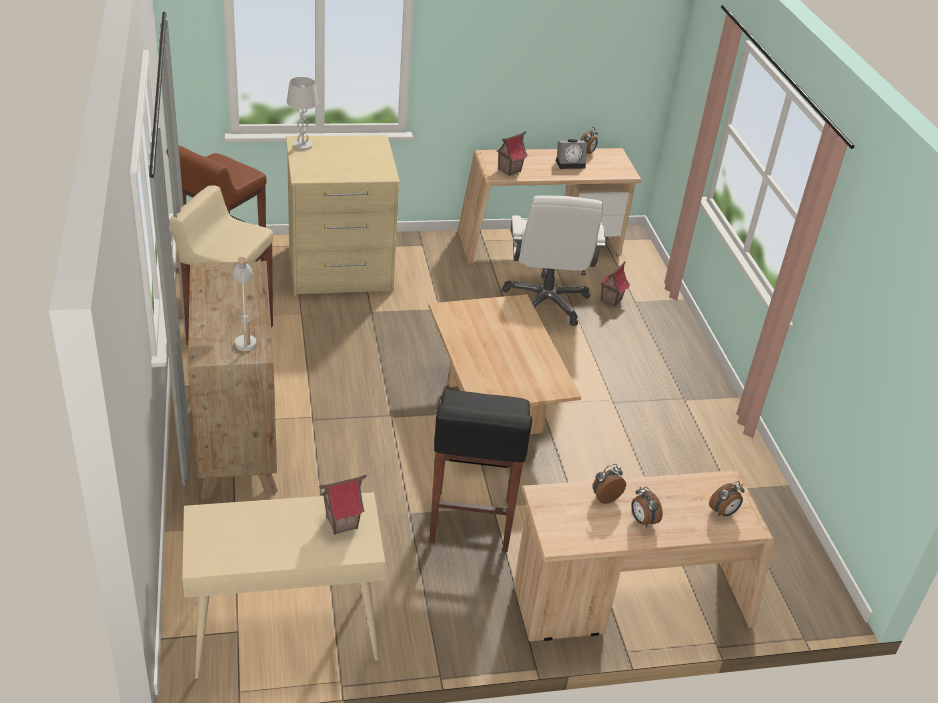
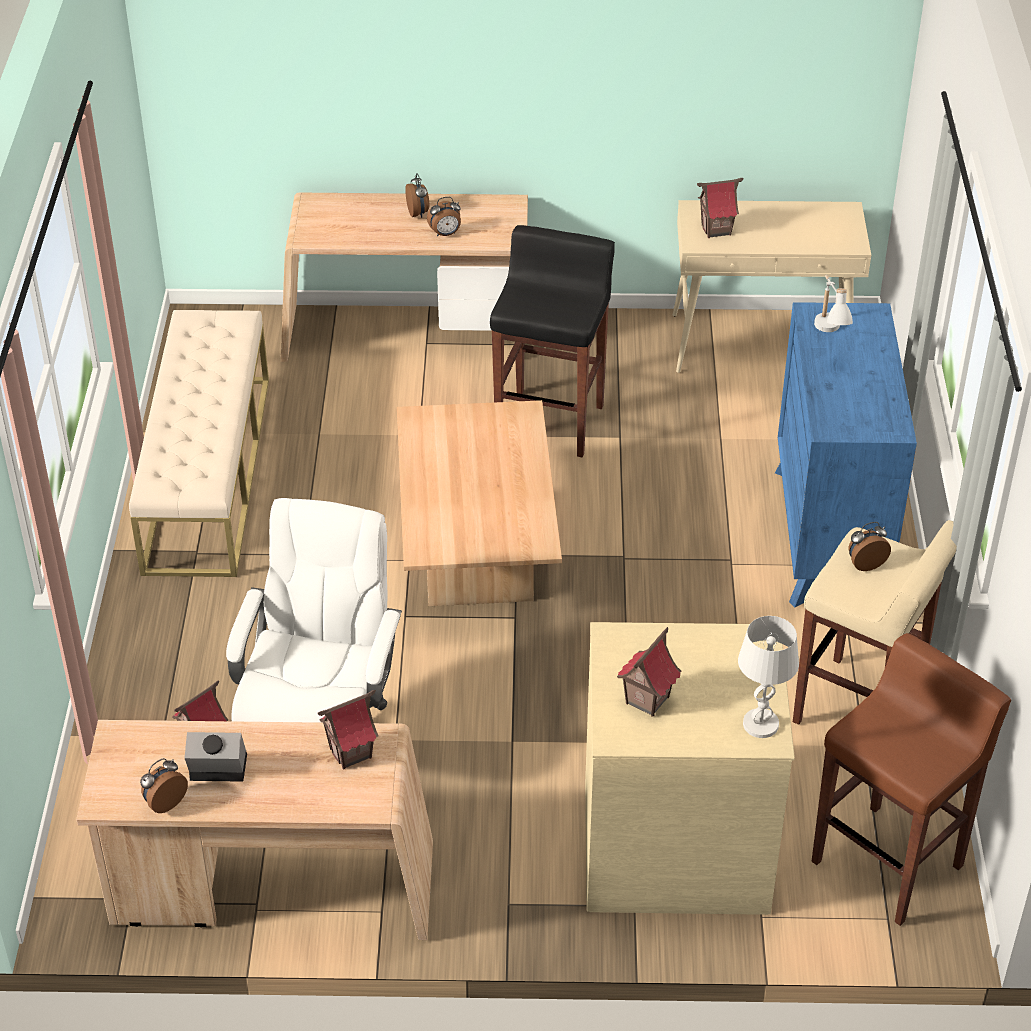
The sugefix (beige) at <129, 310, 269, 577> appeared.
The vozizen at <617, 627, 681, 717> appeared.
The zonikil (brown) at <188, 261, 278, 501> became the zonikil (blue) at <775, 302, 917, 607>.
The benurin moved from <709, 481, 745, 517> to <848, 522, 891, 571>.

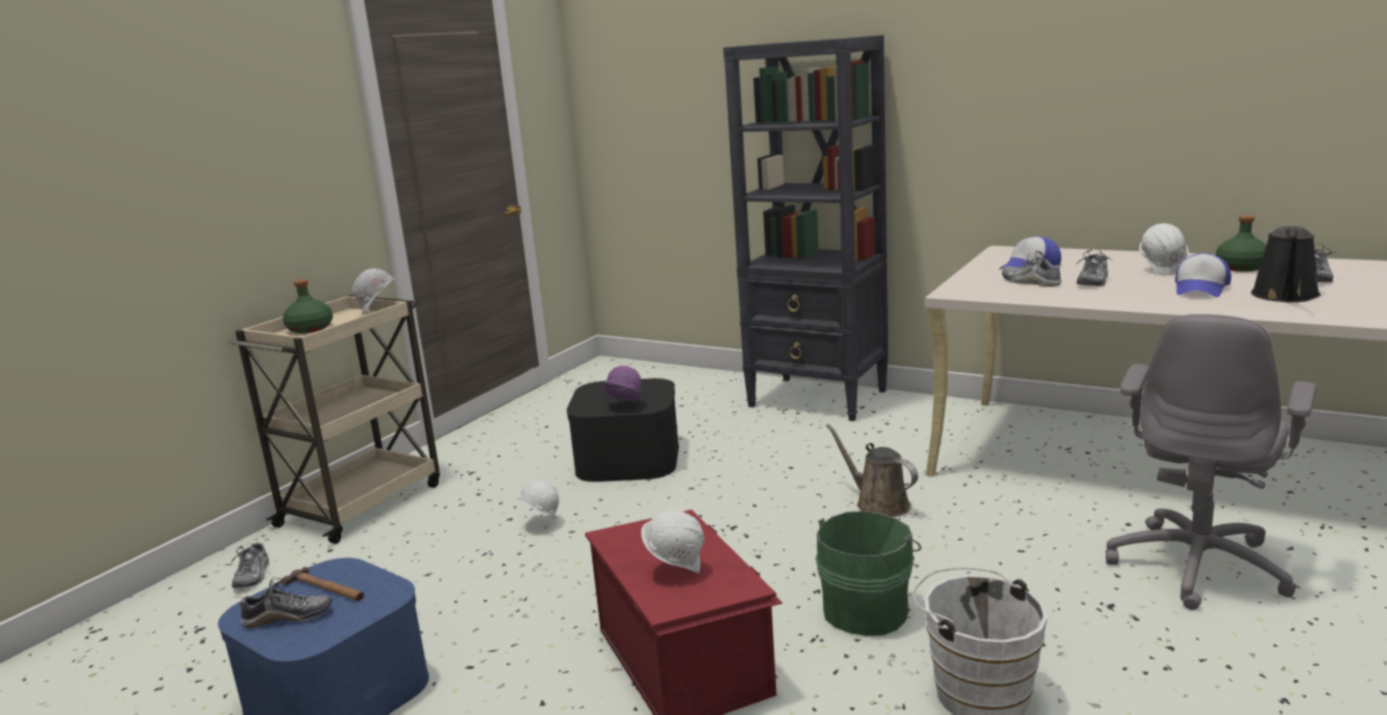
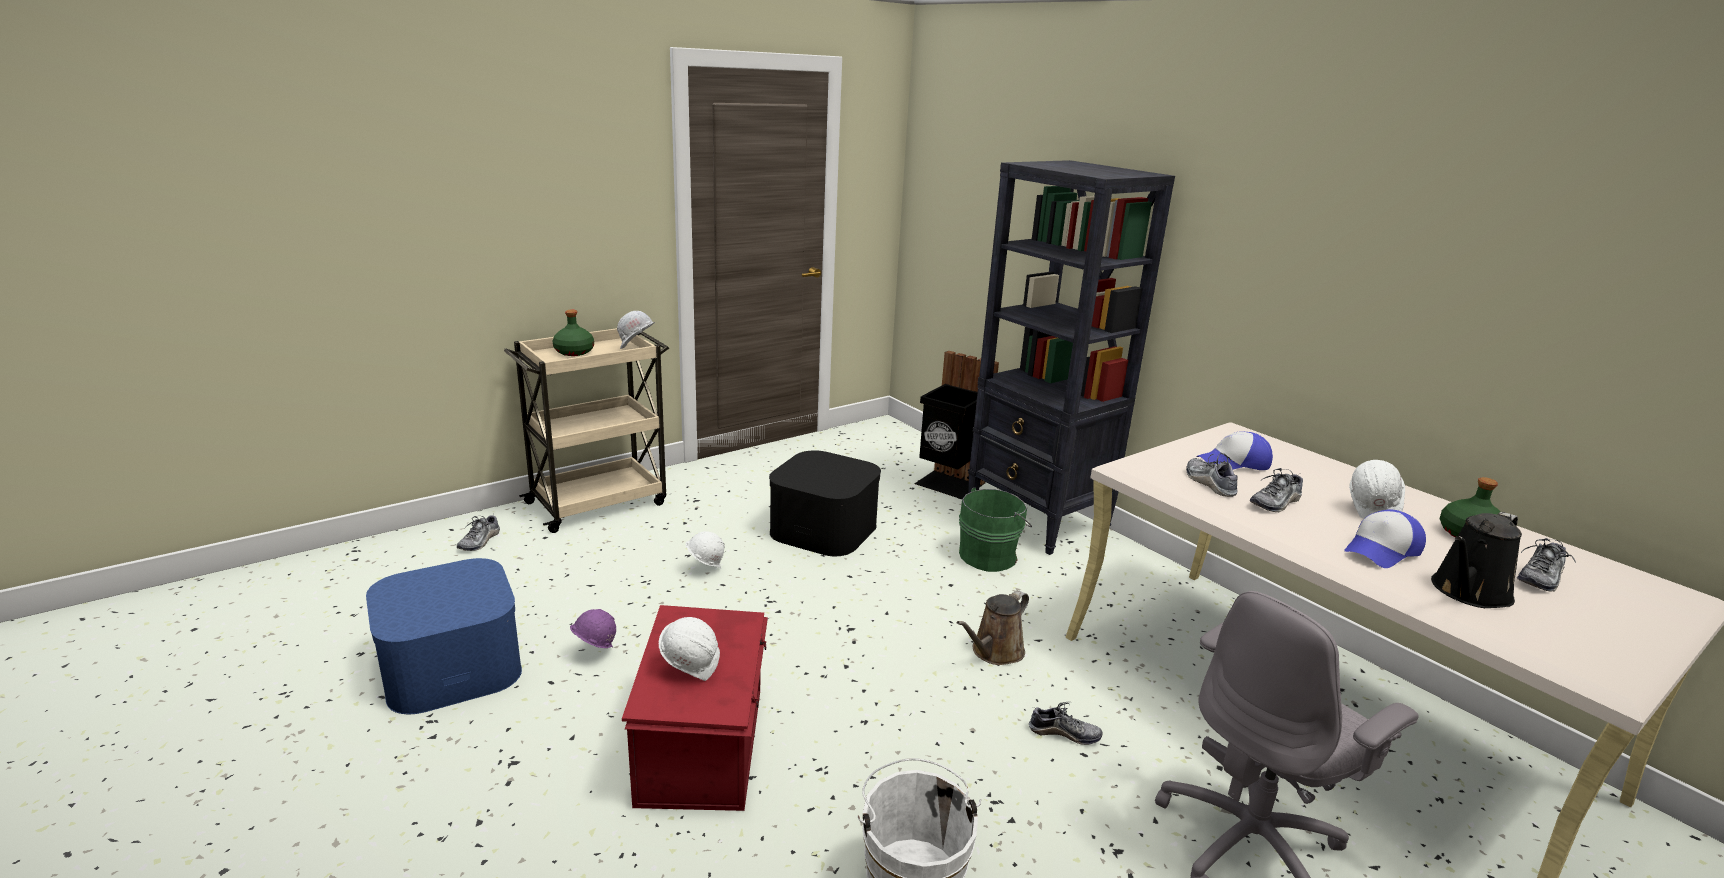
The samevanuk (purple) moved from <603, 366, 641, 402> to <570, 609, 616, 648>.
The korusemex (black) at <914, 351, 999, 499> appeared.
The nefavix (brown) at <826, 424, 918, 517> turned 120 degrees counterclockwise.
The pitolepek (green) moved from <816, 511, 921, 636> to <959, 488, 1032, 572>.
The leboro moved from <240, 578, 332, 628> to <1029, 702, 1102, 745>.
The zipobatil at <281, 567, 364, 601> disappeared.

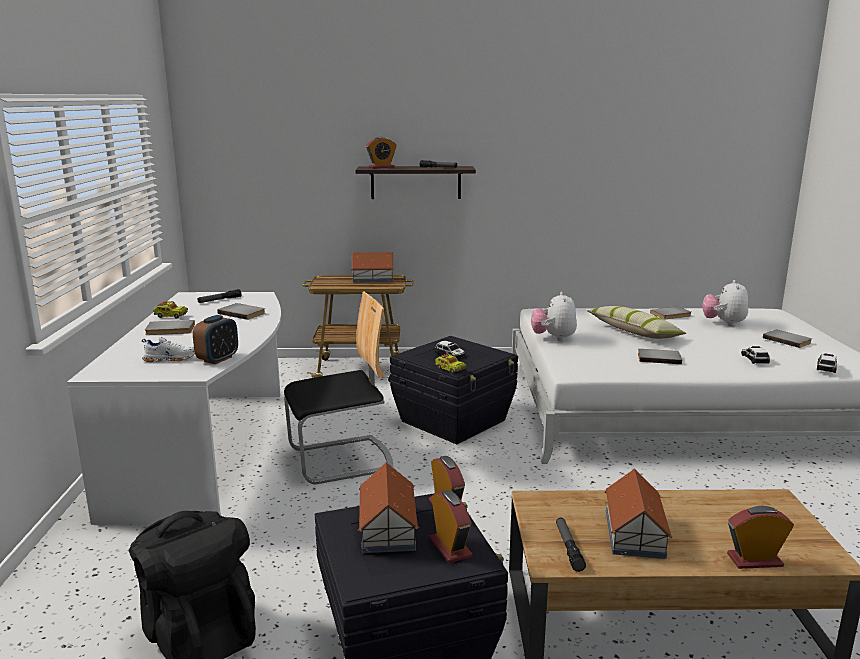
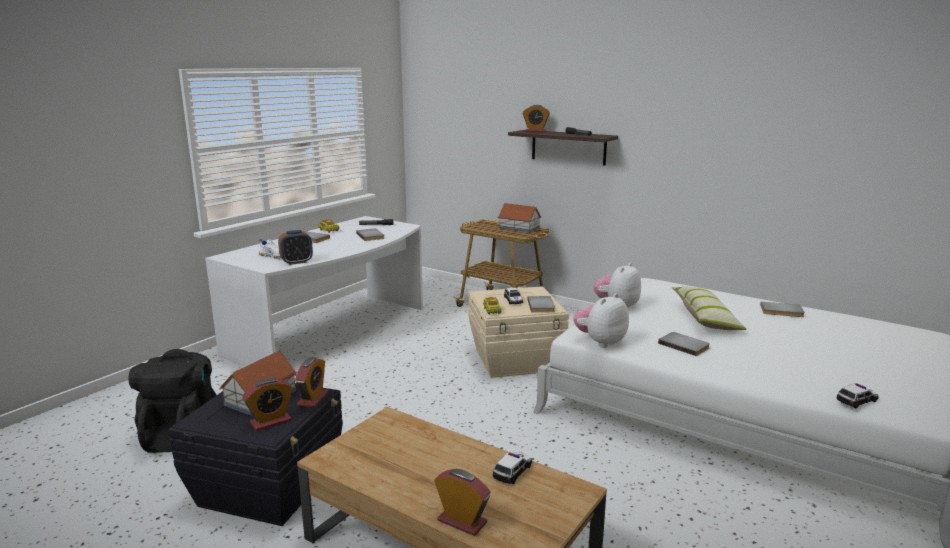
The benurin at <429, 490, 472, 563> turned 45 degrees clockwise.
The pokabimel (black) at <390, 336, 518, 444> became the pokabimel (beige) at <469, 286, 569, 378>.
The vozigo moved from <741, 346, 770, 364> to <493, 452, 532, 484>.
The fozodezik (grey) moved from <763, 330, 812, 348> to <527, 296, 555, 313>.
The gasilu moved from <702, 280, 748, 326> to <573, 293, 629, 348>.
The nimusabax at <284, 292, 394, 484> disappeared.
The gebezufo at <556, 518, 586, 572> disappeared.
The vozizen at <605, 469, 673, 559> disappeared.

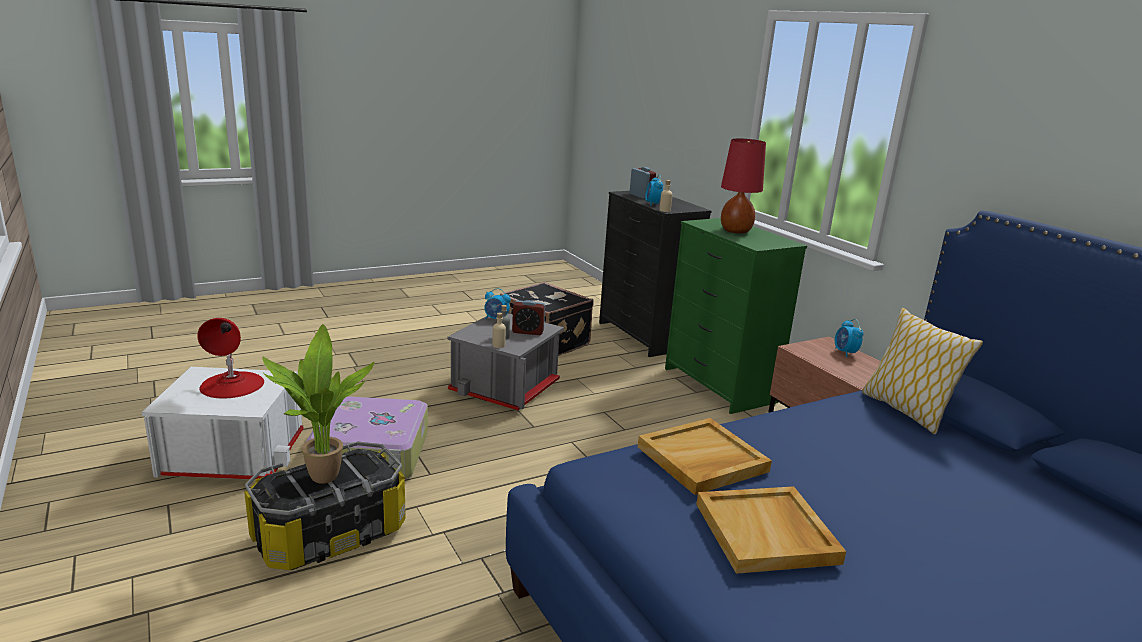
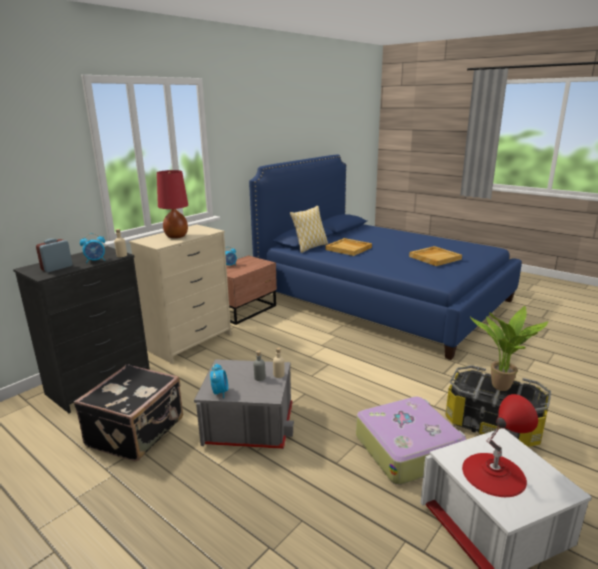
The zonikil (green) at <665, 218, 807, 414> became the zonikil (beige) at <129, 224, 231, 364>.
The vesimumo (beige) moved from <638, 418, 772, 495> to <325, 238, 372, 256>.
The benurin at <512, 300, 545, 335> disappeared.

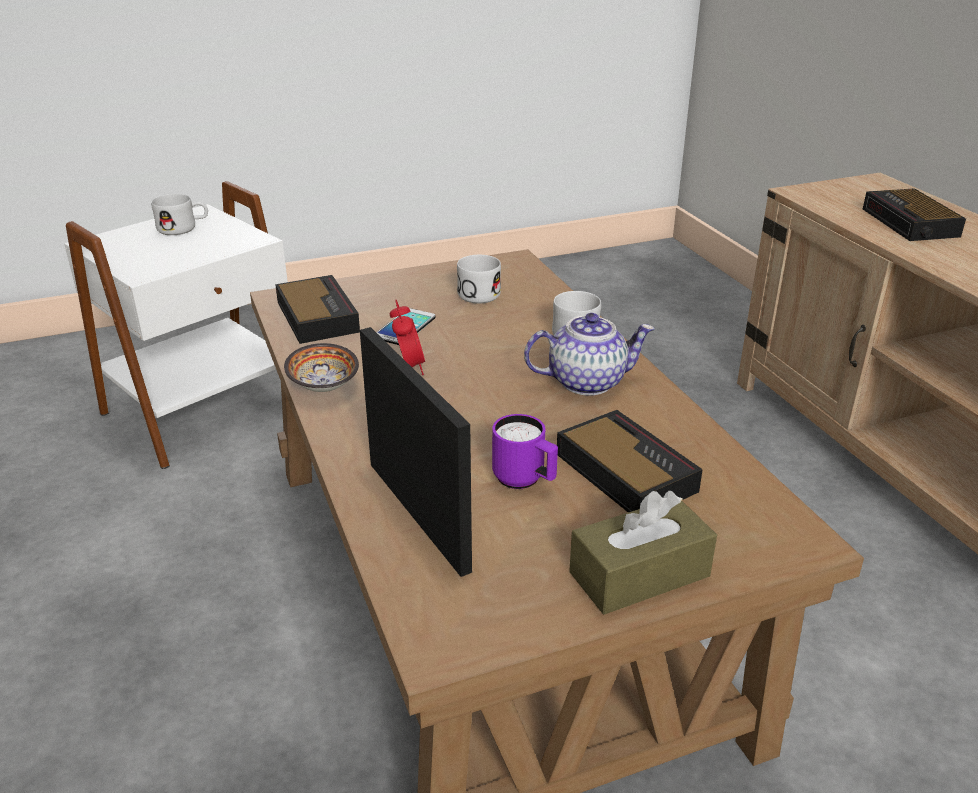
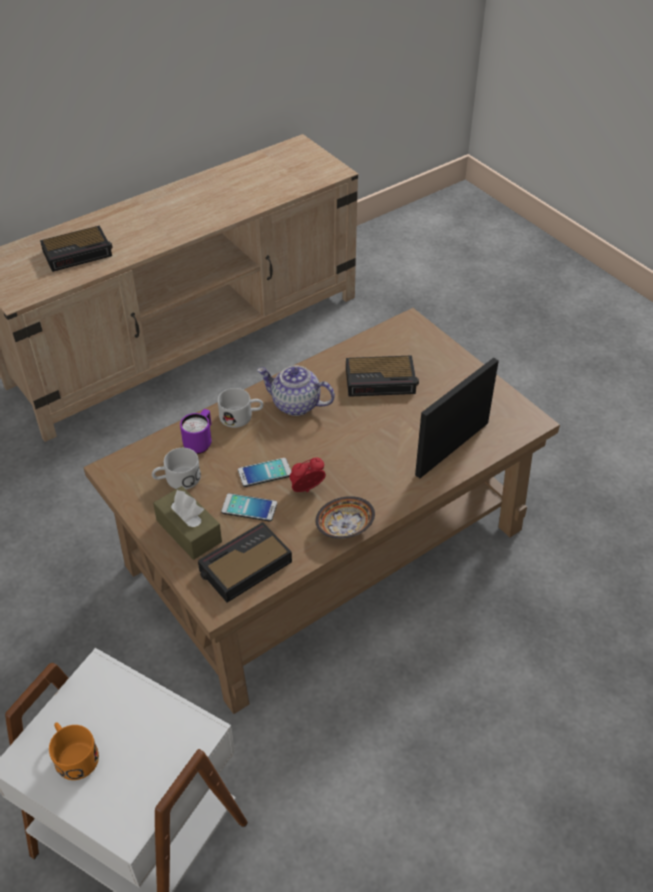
The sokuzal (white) at <151, 194, 208, 235> became the sokuzal (orange) at <49, 723, 99, 780>.
The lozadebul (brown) moved from <569, 491, 717, 615> to <153, 486, 222, 560>.
The sokuzal (purple) moved from <492, 414, 558, 489> to <180, 409, 211, 454>.
The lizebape at <238, 458, 291, 487> appeared.
The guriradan at <524, 313, 655, 396> turned 45 degrees counterclockwise.
The benurin at <557, 410, 703, 512> turned 135 degrees counterclockwise.

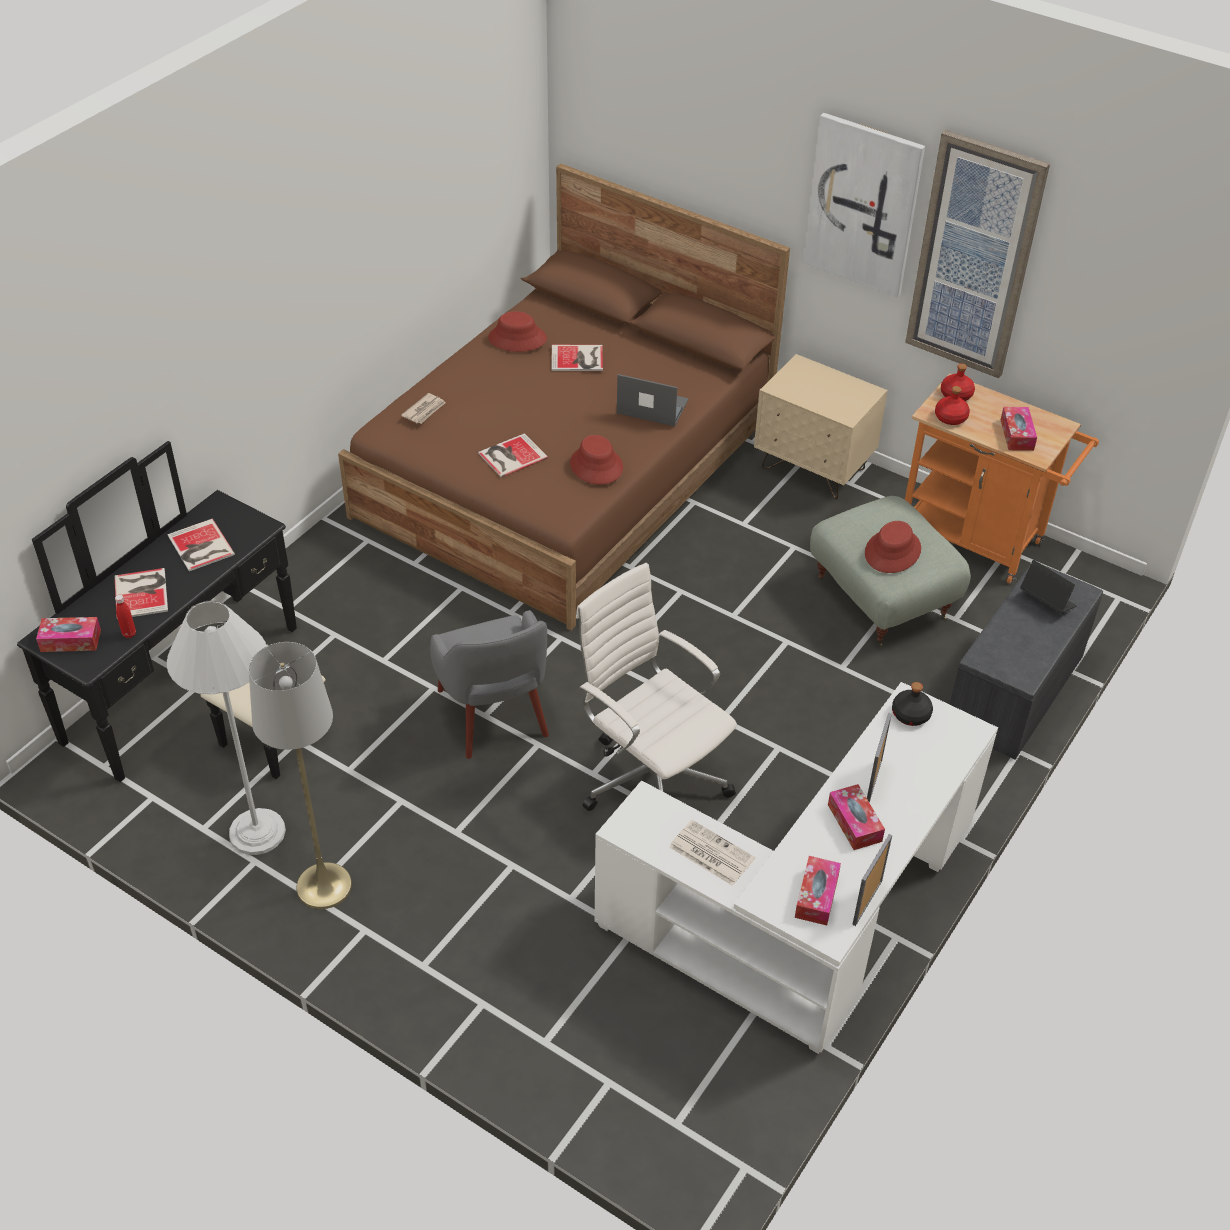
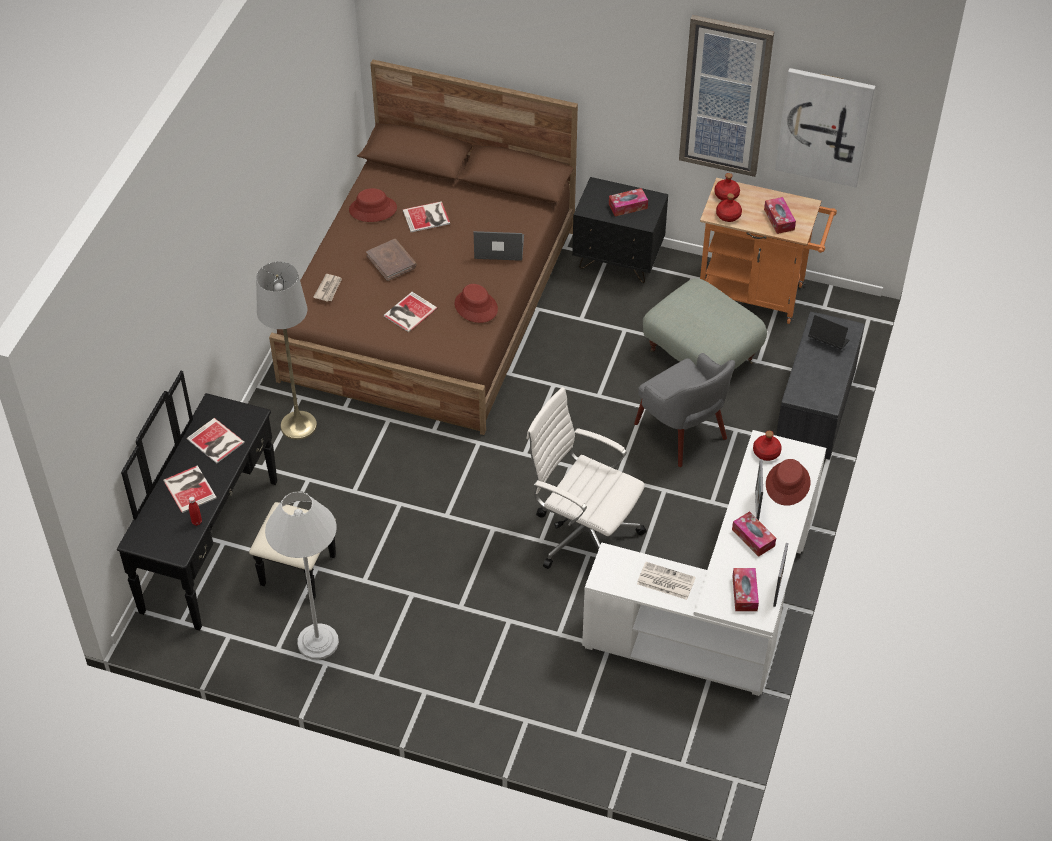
The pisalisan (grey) moved from <249, 642, 352, 909> to <256, 262, 317, 440>.
The fozodezik (brown) at <366, 239, 417, 281> appeared.
The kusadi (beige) at <754, 354, 888, 500> became the kusadi (black) at <572, 177, 668, 283>.
The lozadebul moved from <36, 617, 101, 652> to <609, 188, 648, 217>.
The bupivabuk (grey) moved from <430, 610, 549, 759> to <634, 353, 735, 467>.
The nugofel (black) at <892, 682, 933, 726> became the nugofel (red) at <753, 431, 782, 461>.
The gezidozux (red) moved from <865, 521, 921, 573> to <766, 459, 810, 506>.
The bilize moved from <803, 113, 925, 297> to <775, 68, 875, 188>.

